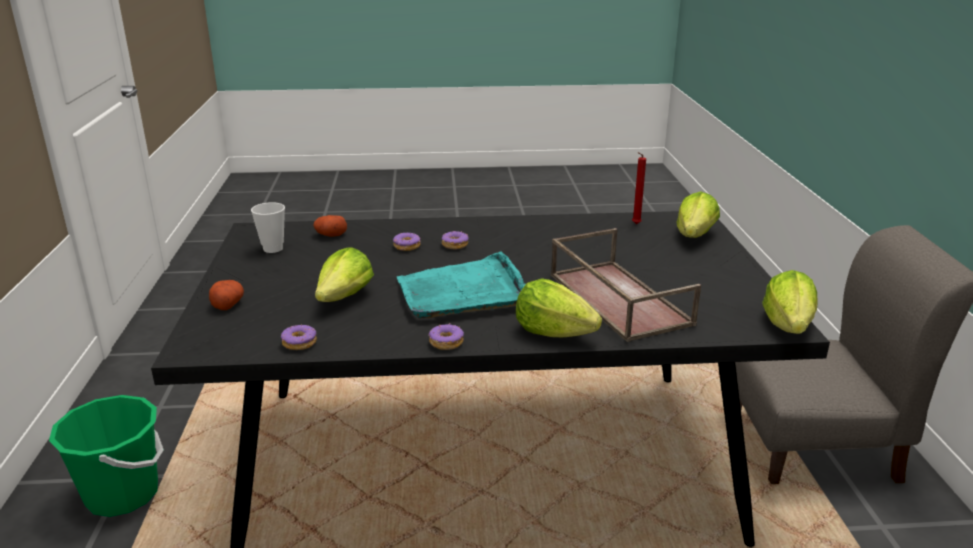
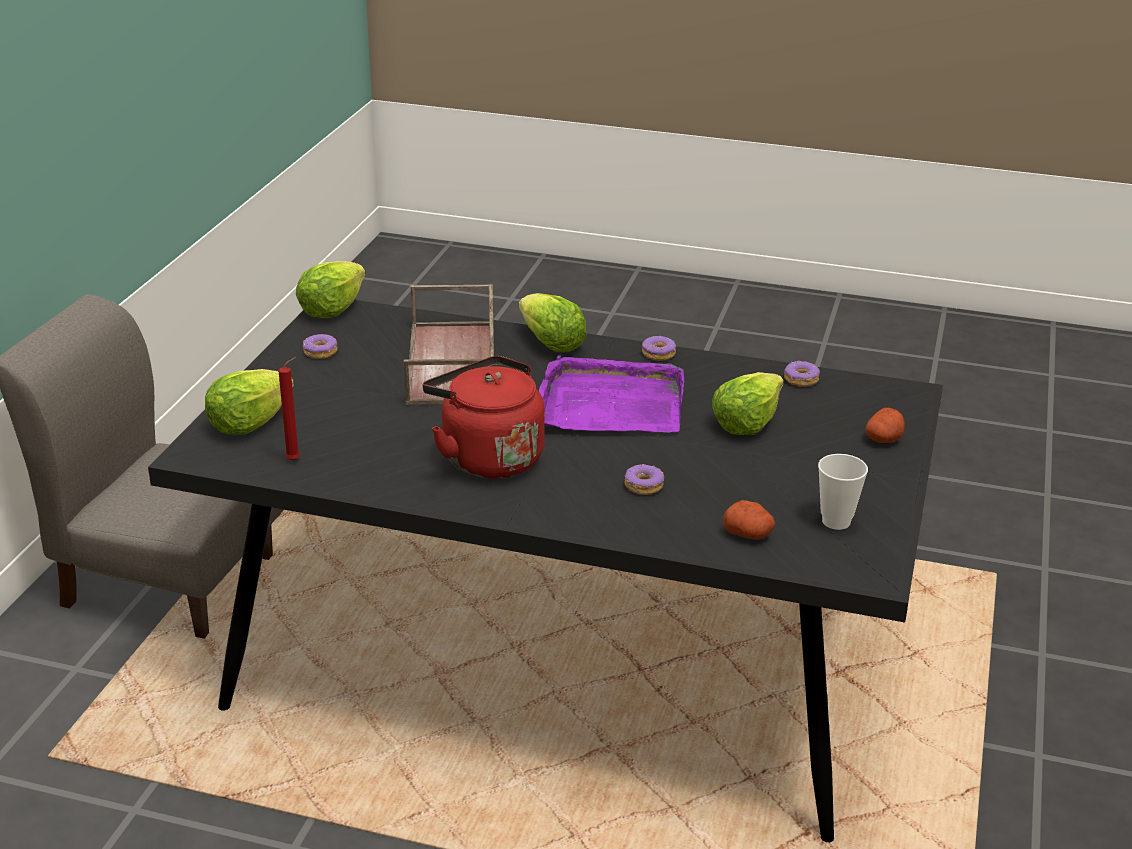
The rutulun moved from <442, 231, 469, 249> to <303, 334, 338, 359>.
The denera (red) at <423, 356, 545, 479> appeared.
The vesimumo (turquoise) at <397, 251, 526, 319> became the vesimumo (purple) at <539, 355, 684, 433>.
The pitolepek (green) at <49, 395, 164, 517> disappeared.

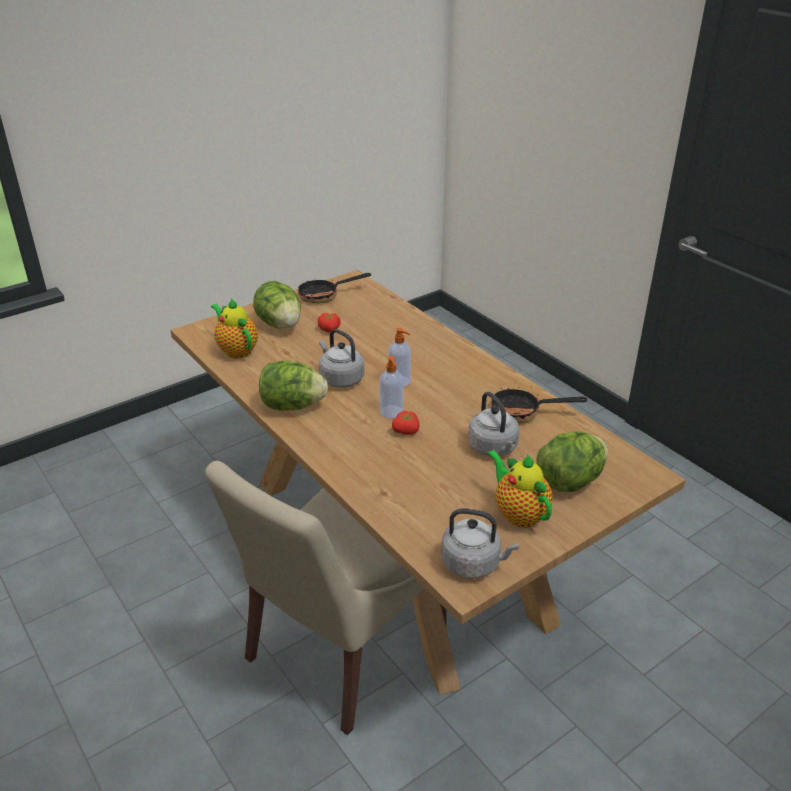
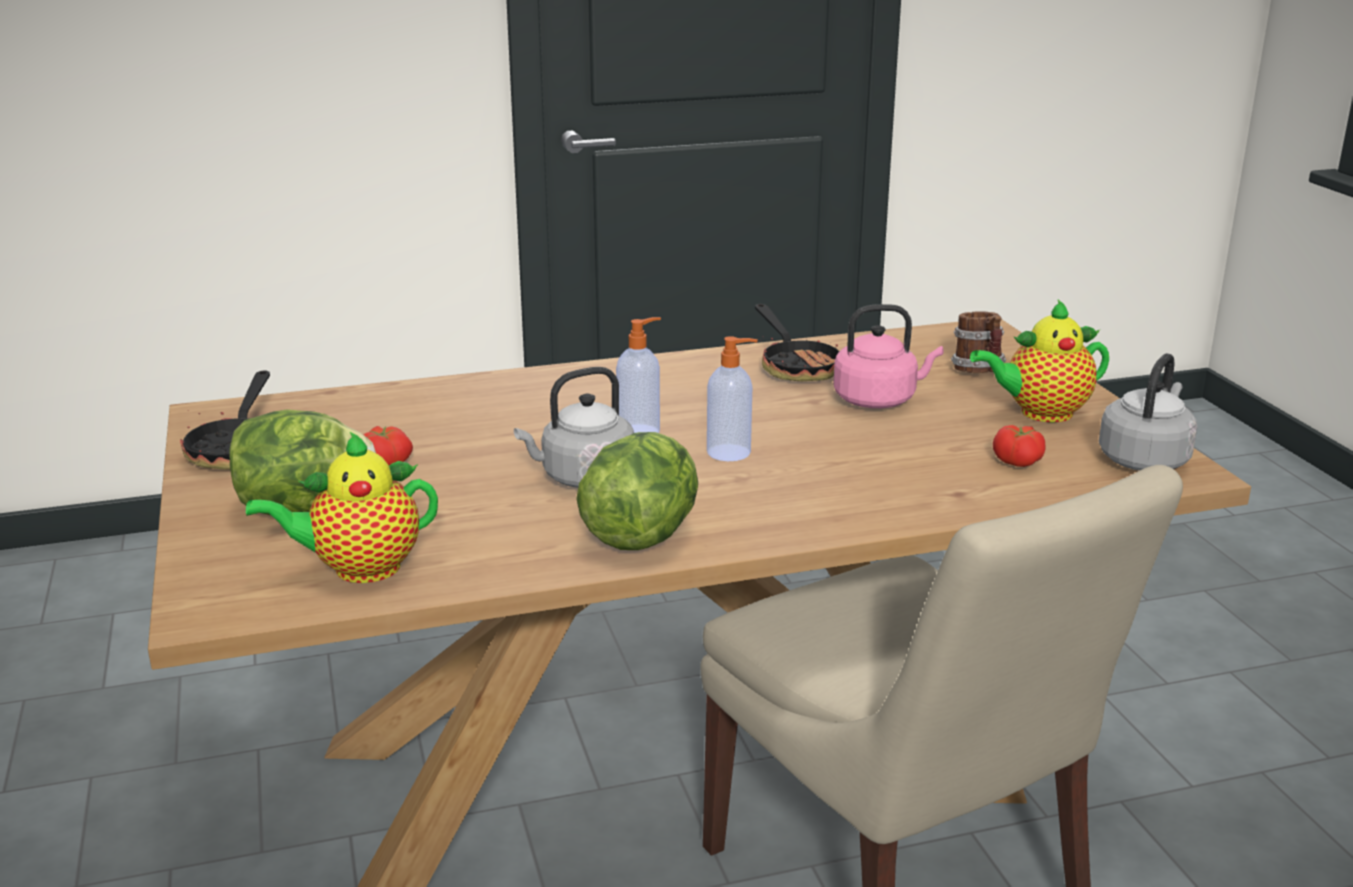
The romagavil at <491, 387, 587, 422> turned 45 degrees counterclockwise.
The denera (grey) at <468, 392, 519, 456> became the denera (pink) at <834, 304, 944, 408>.
The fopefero at <536, 431, 608, 492> was replaced by the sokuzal at <951, 312, 1006, 373>.
The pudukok moved from <392, 411, 420, 435> to <993, 425, 1046, 467>.

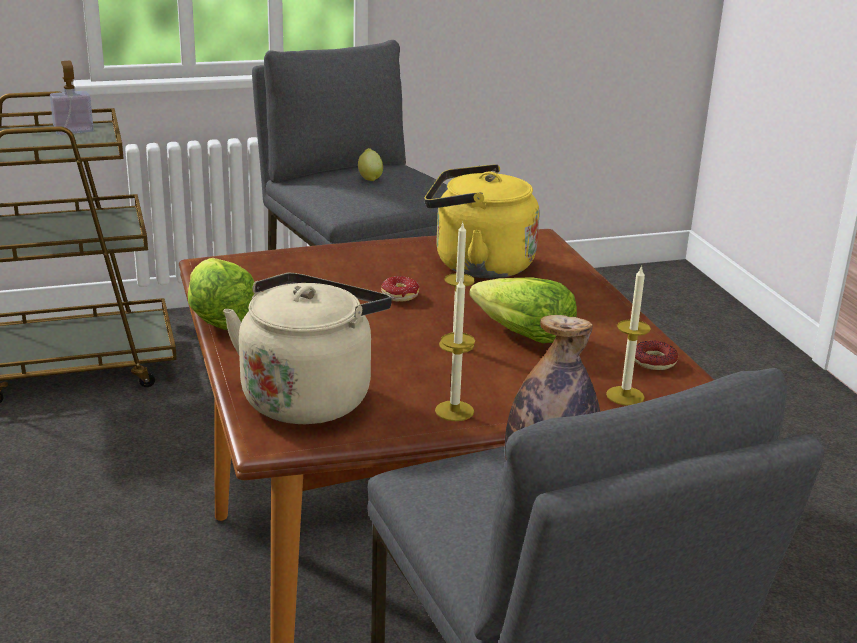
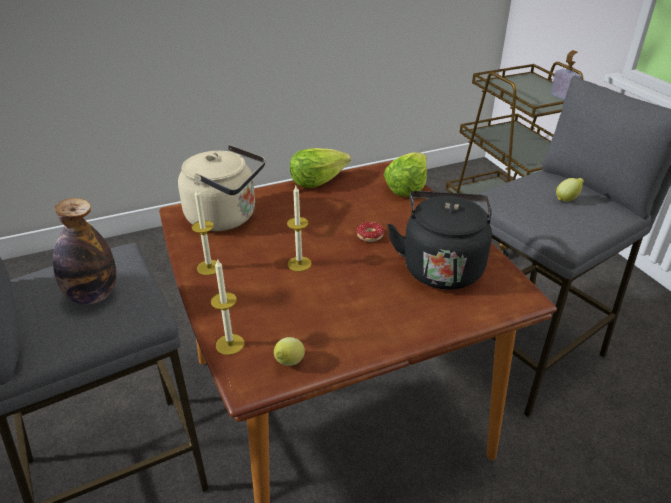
The rutulun at <635, 341, 678, 370> was replaced by the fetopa at <274, 337, 305, 366>.
The fopefero moved from <469, 277, 577, 343> to <384, 153, 427, 197>.
The denera (yellow) at <424, 164, 539, 279> became the denera (black) at <387, 191, 492, 290>.

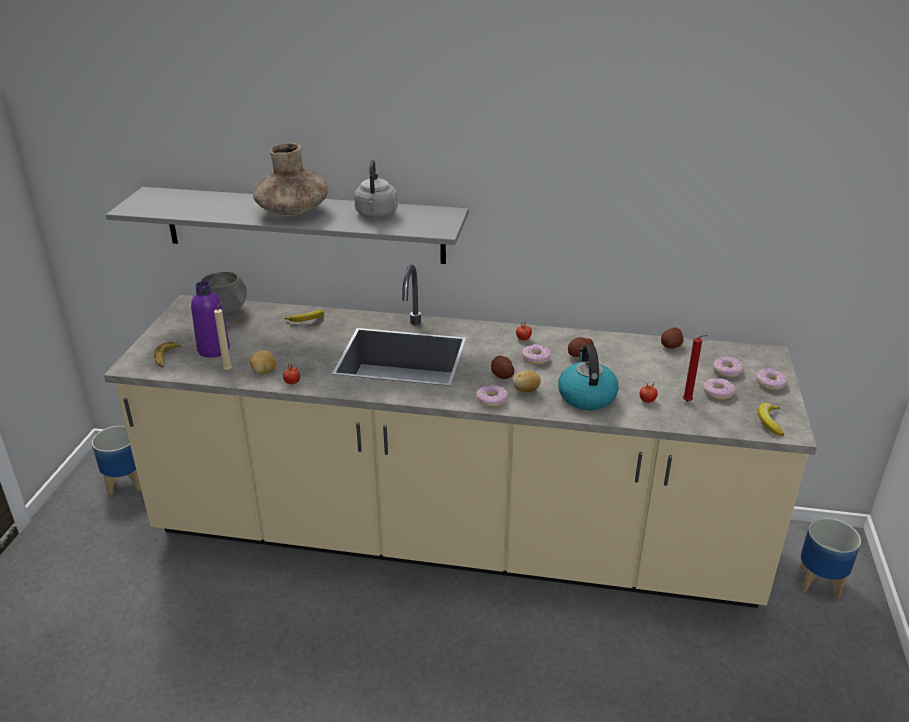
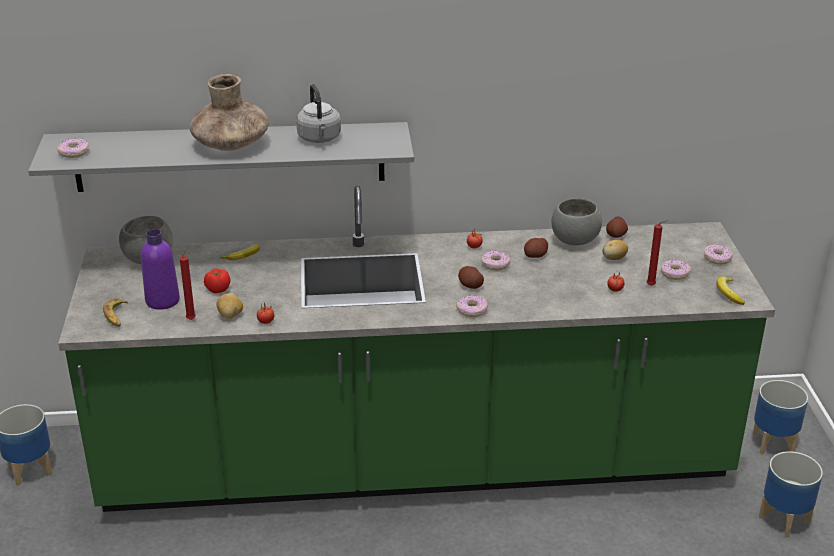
The rutulun moved from <713, 357, 743, 378> to <57, 138, 89, 158>.
The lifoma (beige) at <104, 265, 817, 608> became the lifoma (green) at <58, 186, 775, 512>.
The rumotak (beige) at <214, 300, 232, 371> became the rumotak (red) at <180, 247, 196, 320>.
The pudukok at <204, 268, 230, 293> appeared.
The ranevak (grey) at <552, 198, 602, 246> appeared.
The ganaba moved from <512, 371, 541, 392> to <602, 240, 628, 260>.
The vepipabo at <759, 451, 823, 537> appeared.
The denera at <558, 344, 619, 410> disappeared.

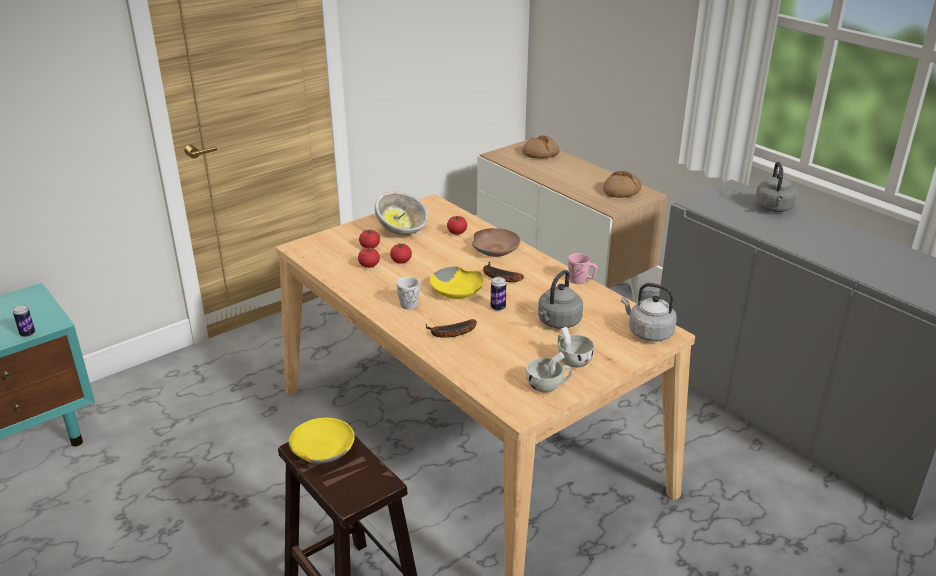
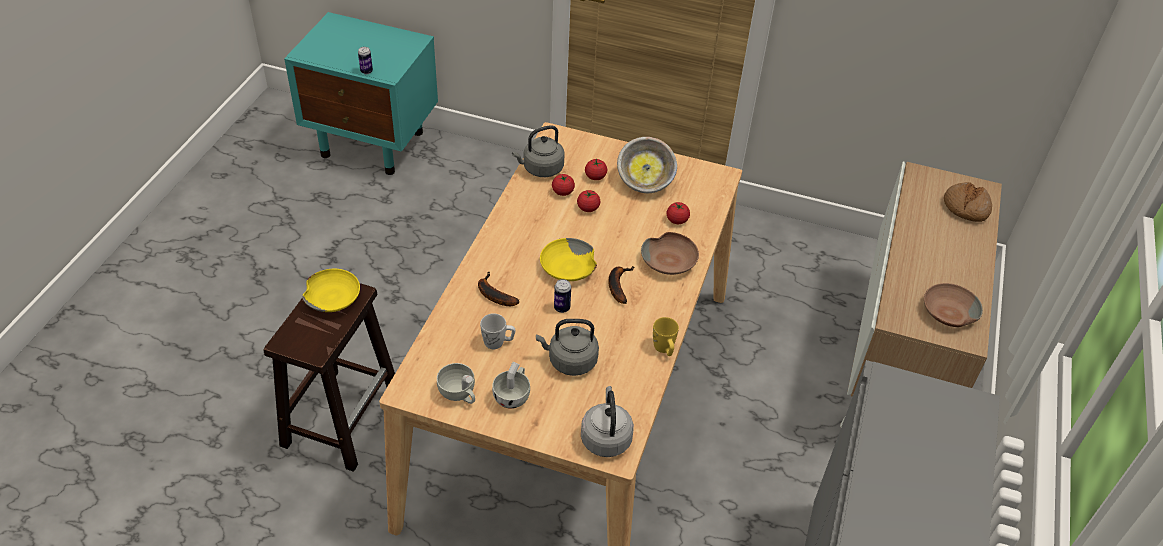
The sokuzal (white) moved from <397, 277, 421, 309> to <480, 313, 515, 349>.
The denera (grey) moved from <755, 162, 796, 212> to <512, 125, 565, 177>.
The sokuzal (pink) at <568, 253, 597, 284> became the sokuzal (yellow) at <653, 317, 679, 356>.
The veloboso at <603, 171, 641, 198> was replaced by the ranevak (brown) at <924, 283, 983, 327>.

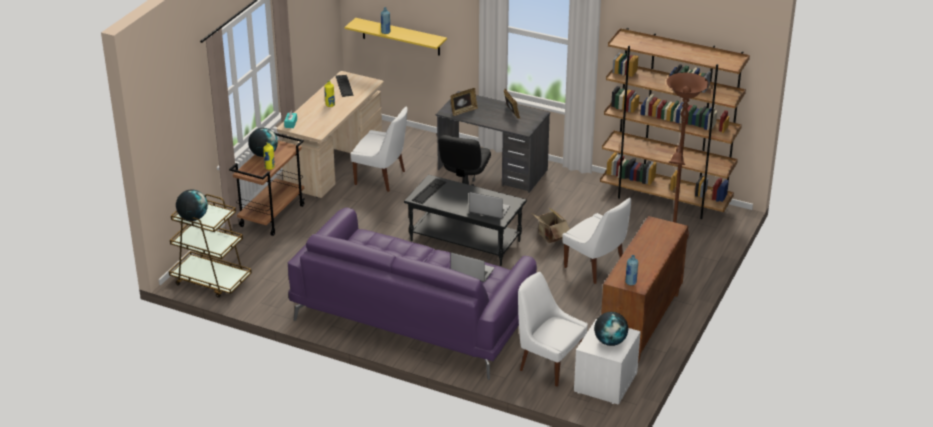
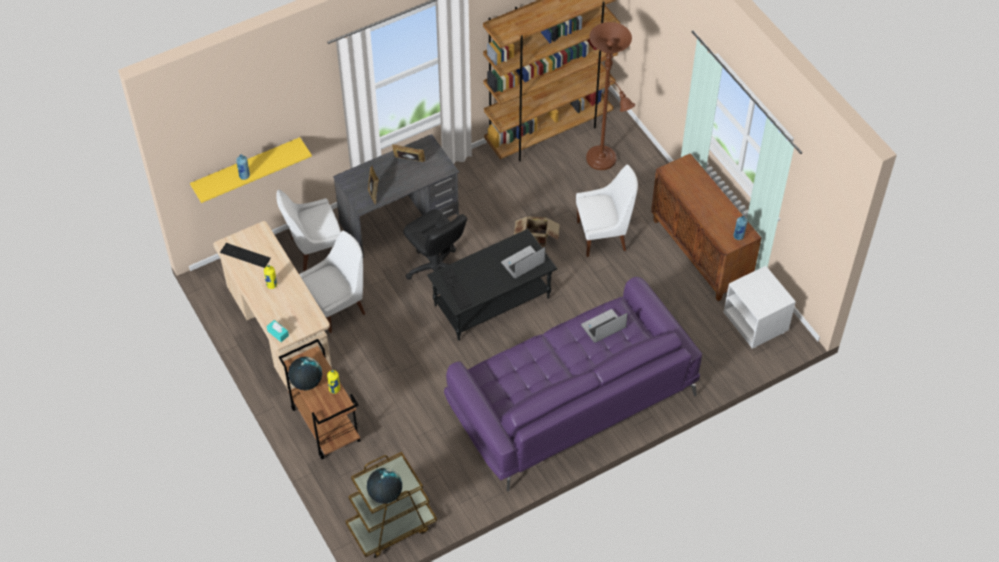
The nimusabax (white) moved from <518, 272, 588, 387> to <276, 189, 341, 271>.
The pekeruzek at <594, 312, 628, 346> disappeared.

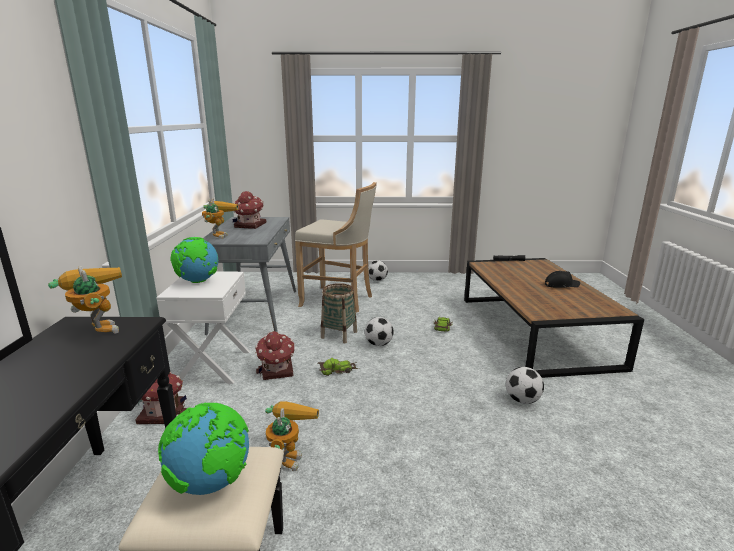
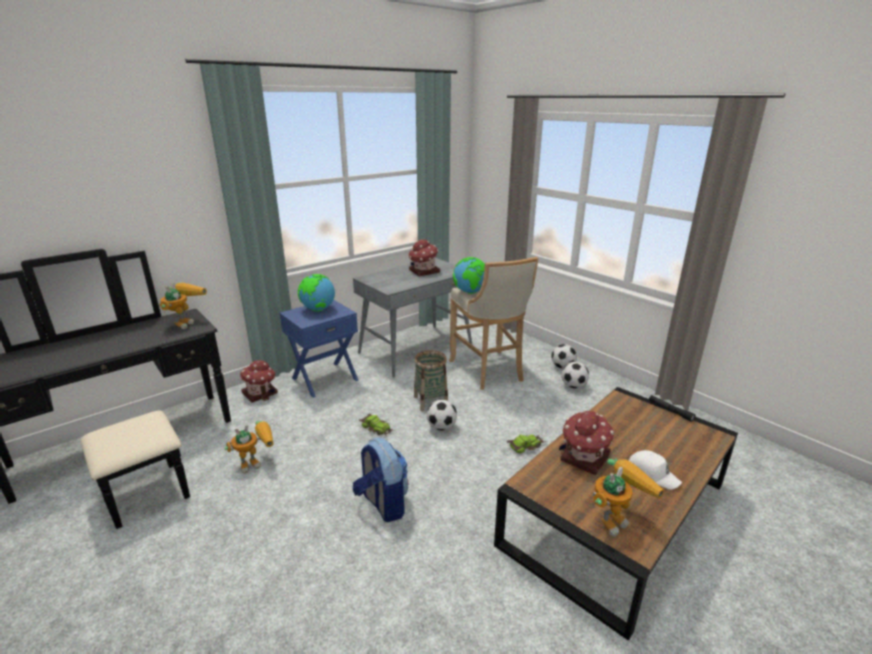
The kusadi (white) at <156, 272, 250, 384> became the kusadi (blue) at <280, 300, 359, 398>.
The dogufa at <353, 437, 409, 522> appeared.
The pekeruzek moved from <158, 403, 249, 495> to <453, 257, 485, 294>.
The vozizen moved from <255, 331, 295, 380> to <559, 410, 614, 475>.
The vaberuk moved from <506, 367, 544, 404> to <562, 362, 589, 388>.
The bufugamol moved from <202, 198, 239, 239> to <593, 458, 665, 537>.
The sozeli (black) at <545, 271, 580, 288> became the sozeli (white) at <629, 450, 682, 490>.

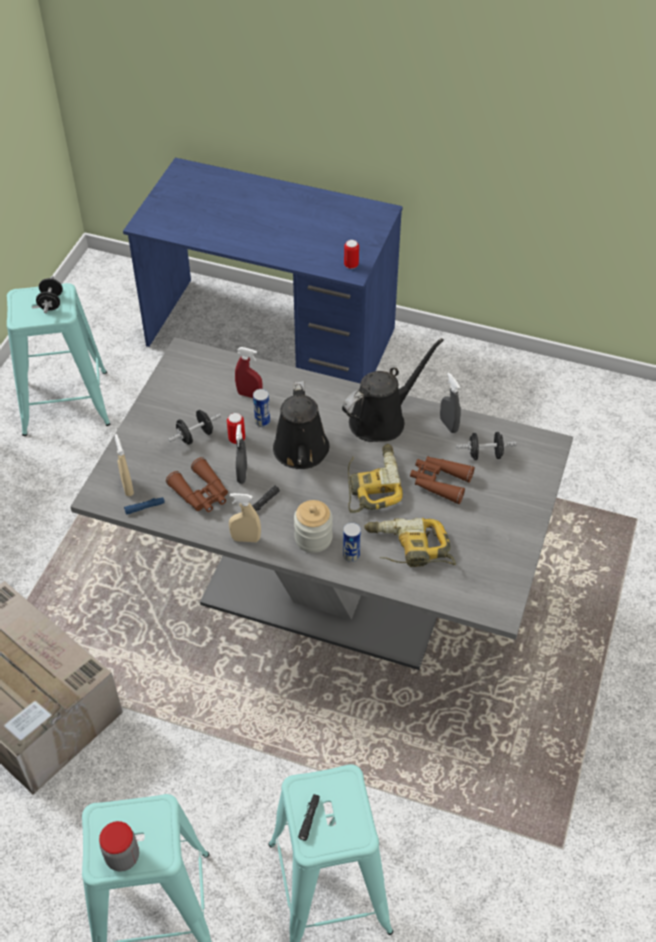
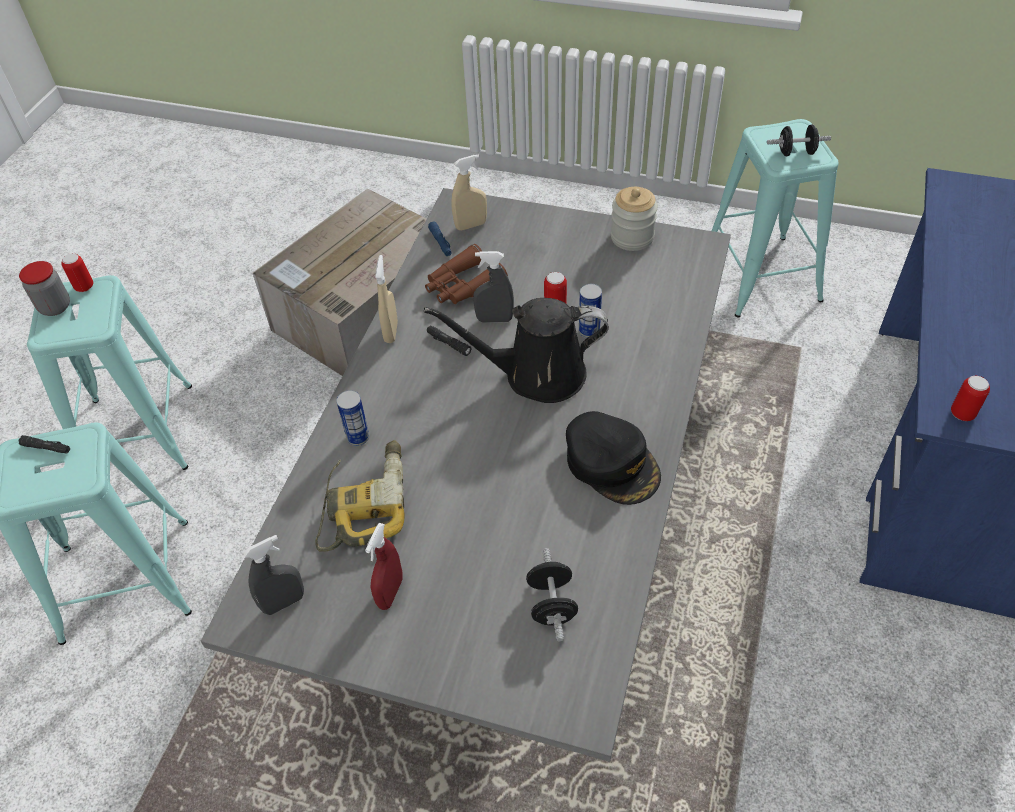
The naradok at <61, 253, 93, 292> appeared.
The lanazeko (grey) moved from <440, 372, 461, 433> to <243, 535, 304, 615>.
The lanazeko (red) moved from <235, 347, 262, 398> to <365, 523, 403, 610>.
The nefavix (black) at <342, 338, 444, 442> was replaced by the sozeli (black) at <566, 411, 661, 505>.
The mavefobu moved from <294, 500, 333, 553> to <611, 187, 658, 251>.
The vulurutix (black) at <168, 410, 221, 445> disappeared.
The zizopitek at <348, 444, 403, 513> disappeared.
The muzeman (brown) at <410, 456, 475, 504> disappeared.

